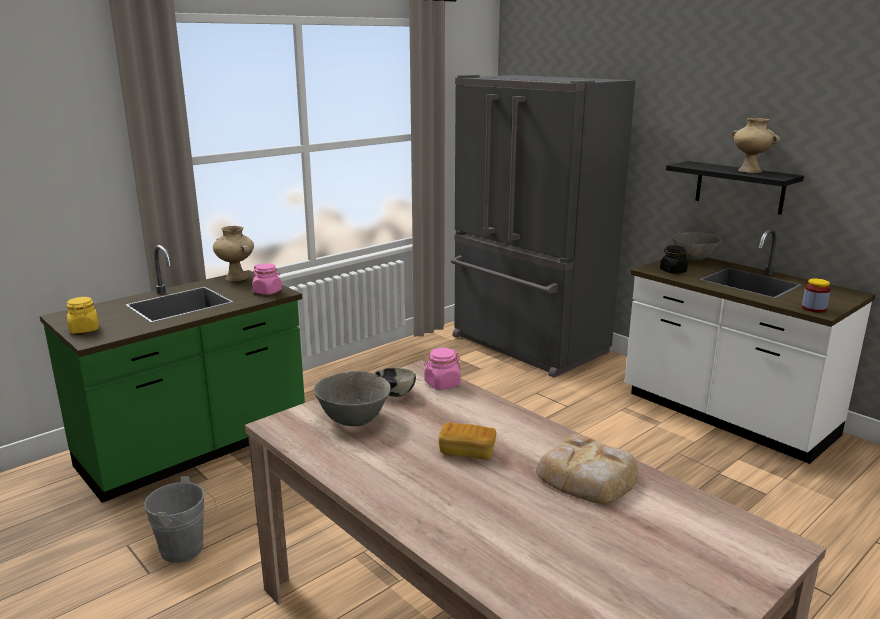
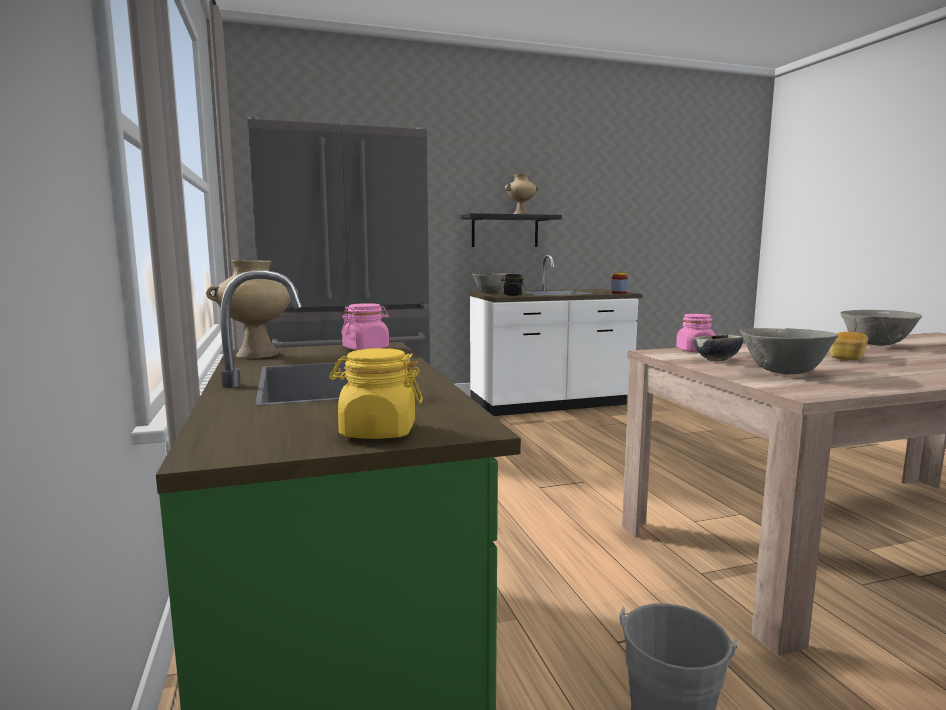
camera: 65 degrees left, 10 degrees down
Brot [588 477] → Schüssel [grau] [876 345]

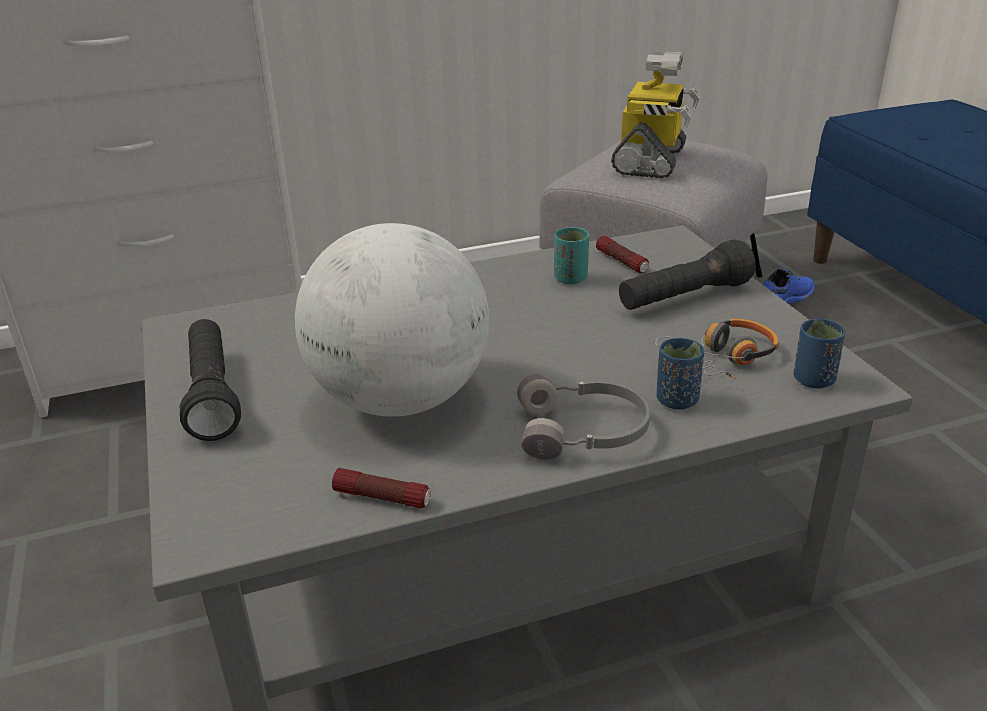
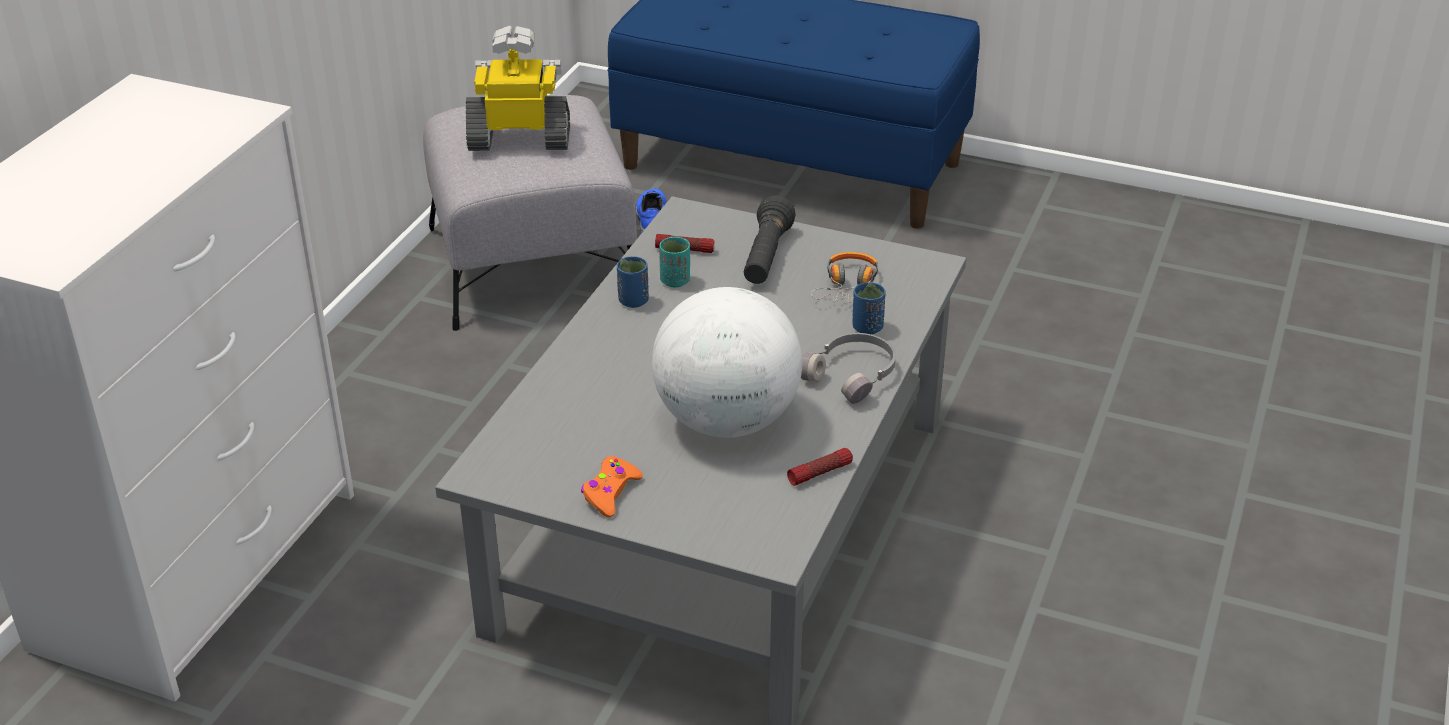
camera: 50 degrees left, 5 degrees up
Spielzeugroboter [651 161] → Spielzeugroboter [520 139], 60 degrees counterclockwise
Taschenlampe [schwarz] [212 395] → Gamepad [orange] [610 493]
Tasse [blau] [813 380] → Tasse [blau] [633 301], shifted

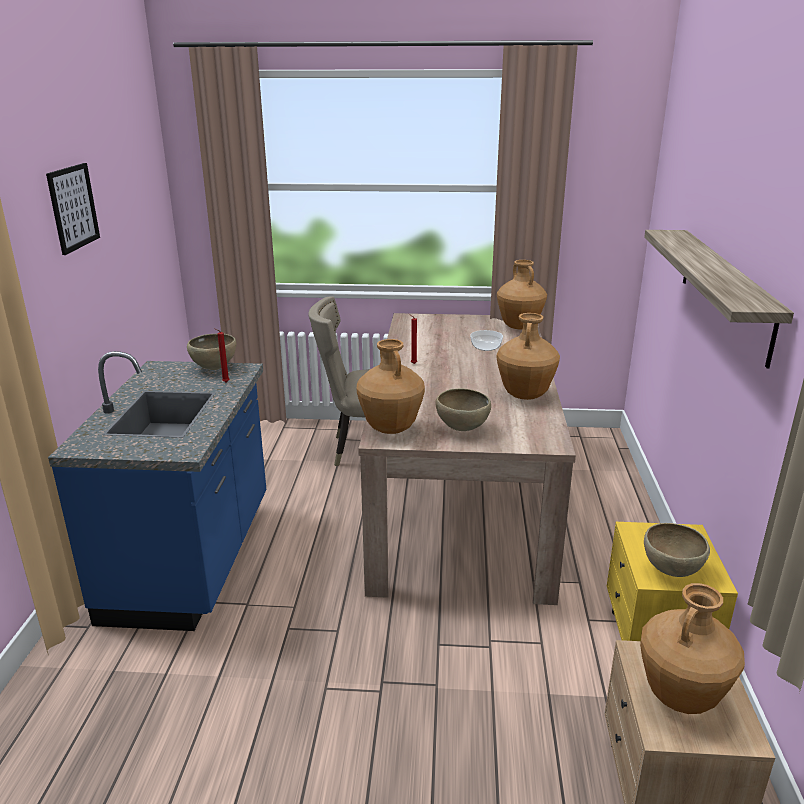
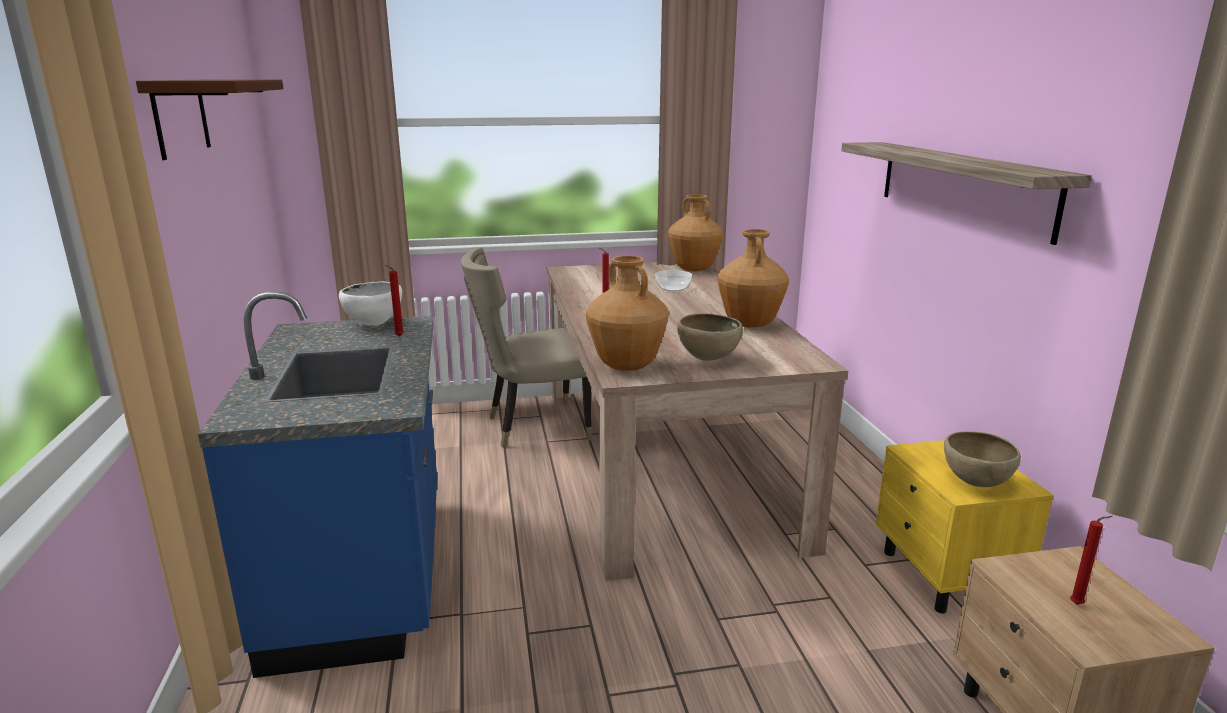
camera: 15 degrees left, 5 degrees down
Bild [73 207] → Wandregal [braun] [180 117]
Schüssel [braun] [214 368] → Schüssel [weiß] [374 324]
Vase [braun] [680 697] → Kerze [rot] [1079 605]

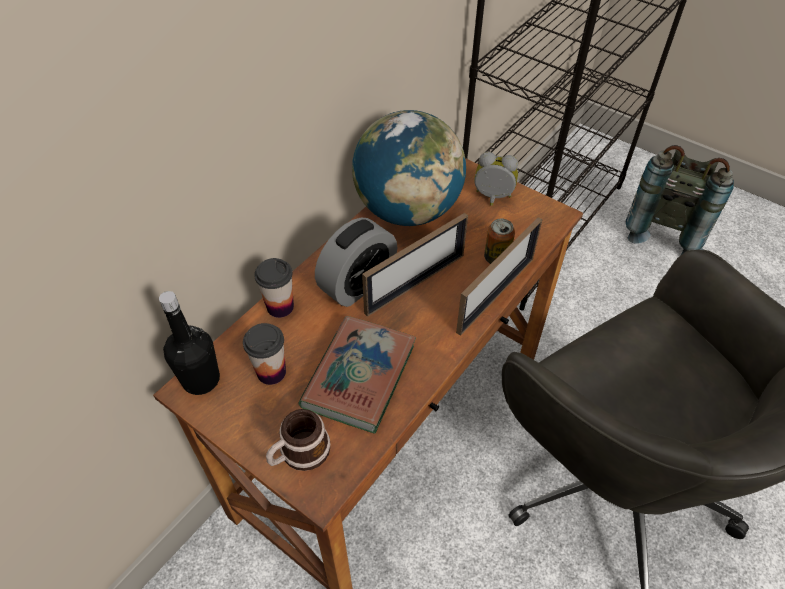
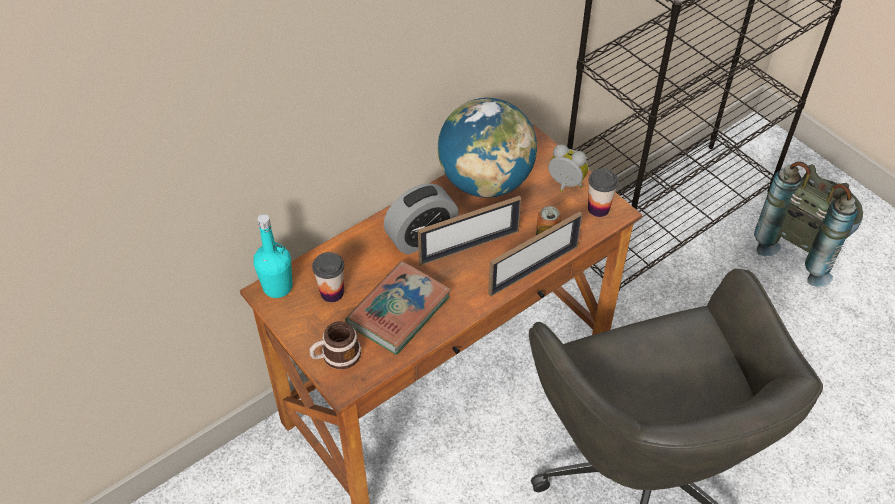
camera: 15 degrees right, 0 degrees up
Flasche [schwarz] [201 380] → Flasche [türkis] [277 287]
Tasse [280 307] → Tasse [598 208], shifted

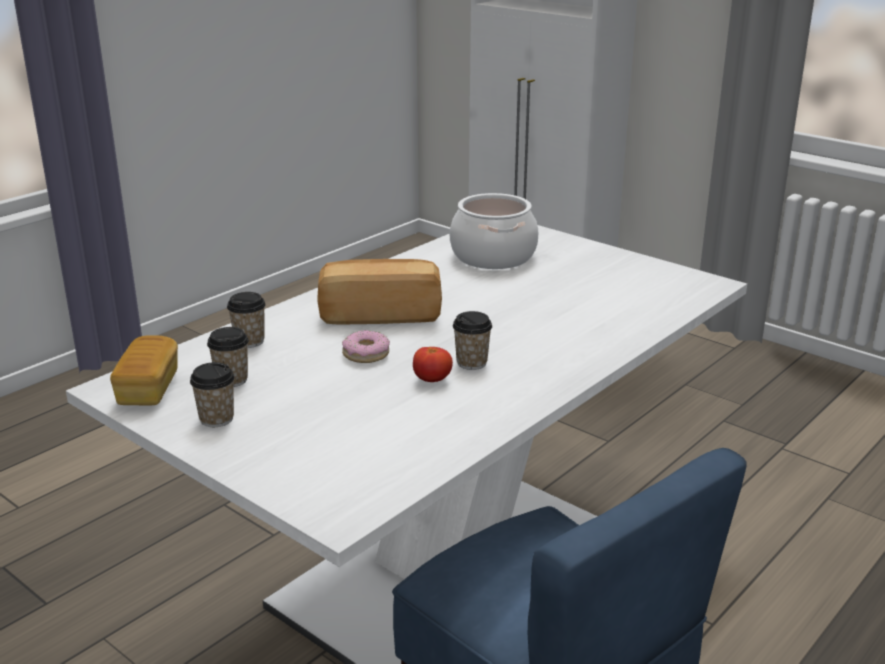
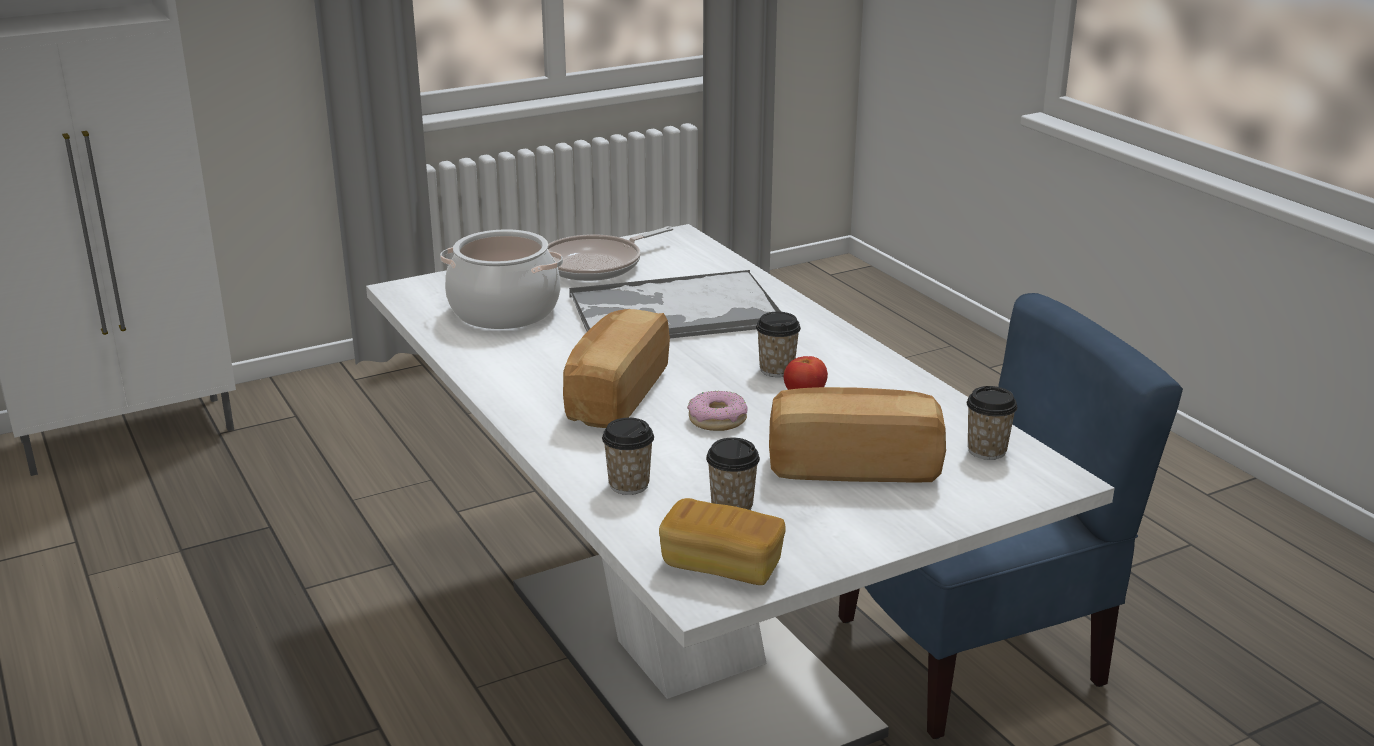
camera: 70 degrees left, 0 degrees up
- → Pfanne [597 264]
- → Tablett [673 312]
- → Brot [853 465]
Tasse [216 419] → Tasse [987 450], shifted

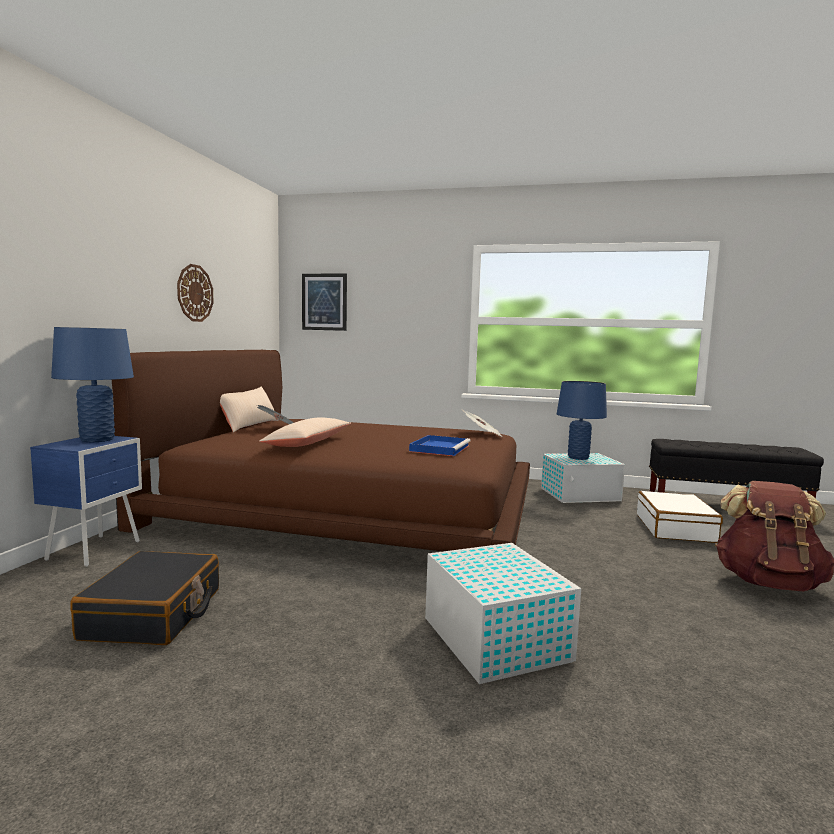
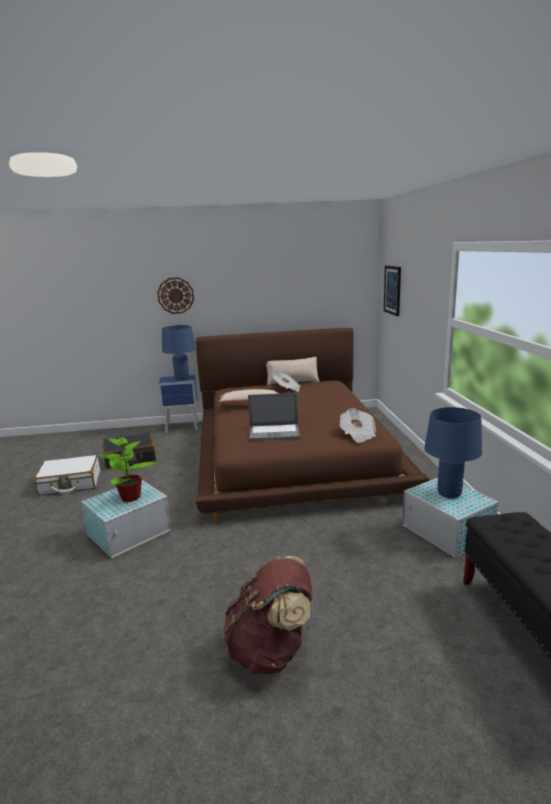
camera: 70 degrees right, 10 degrees up
Koffer [weiß] [675 528] → Koffer [weiß] [70 483], shifted
- → Topfpflanze [131 497]
Wanduhr [195 293] → Wanduhr [175 295], shifted
Tablett [blau] [440 448] → Laptop [274 432]

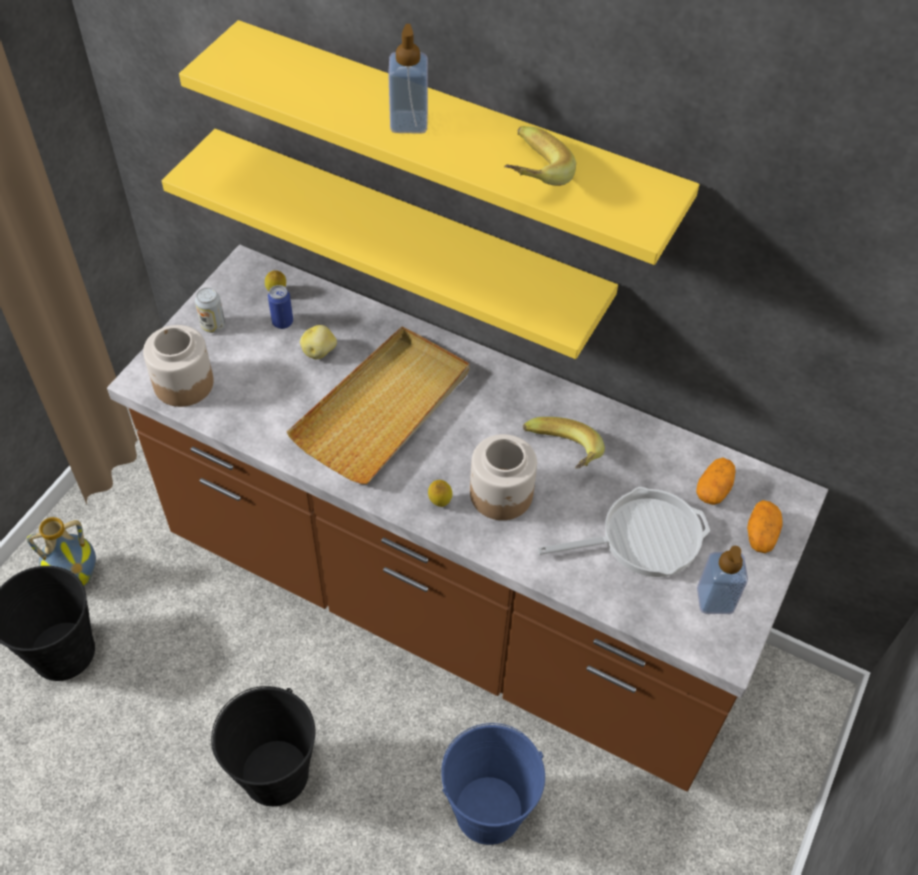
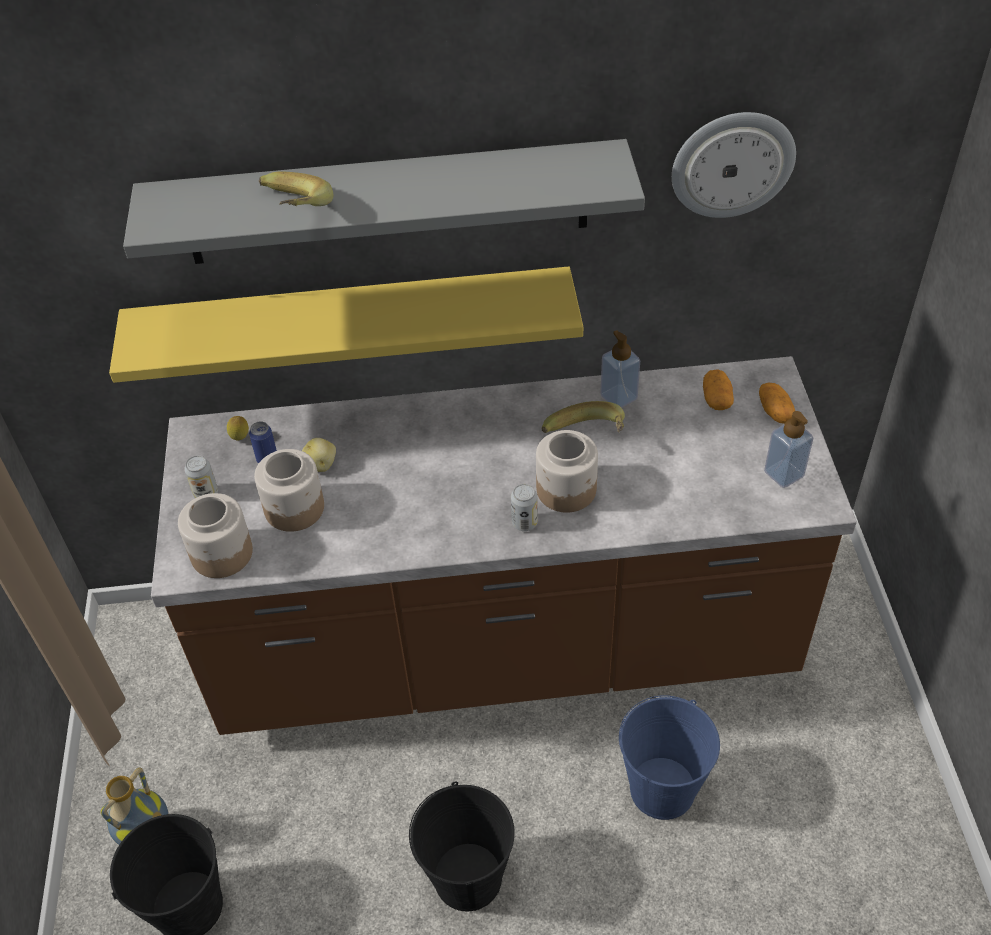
camera: 30 degrees left, 5 degrees down
Wandregal [gelb] [454 140] → Wandregal [grau] [387 203]
- → Vorratsglas [294 509]
Banane [527 176] → Banane [291 213], shifted
Zitrone [440 502] → Dose [524 523]
Seifenspender [409 123] → Seifenspender [618 397], shifted
- → Wanduhr [732 164]
Tablett [beige] [384 408] → -
Pfanne [643 538] → -

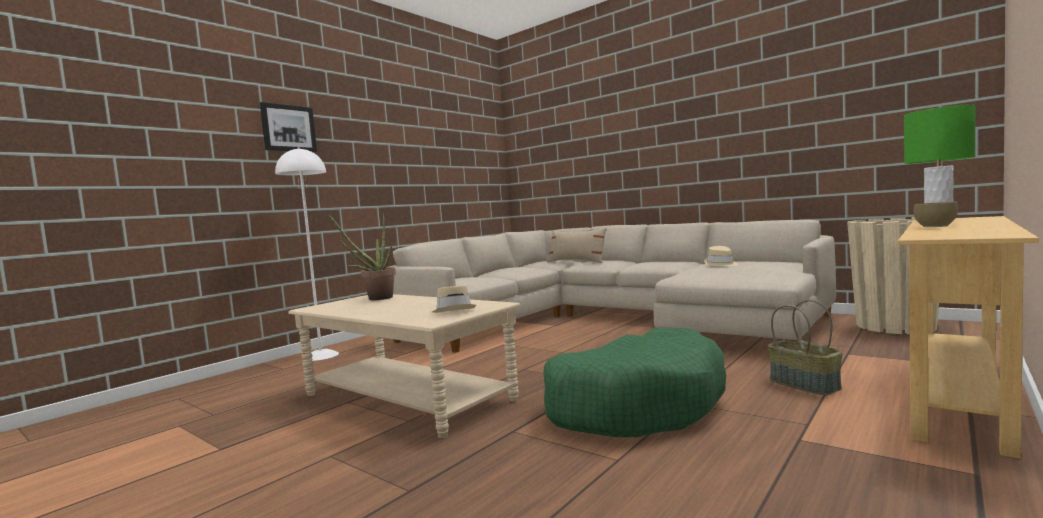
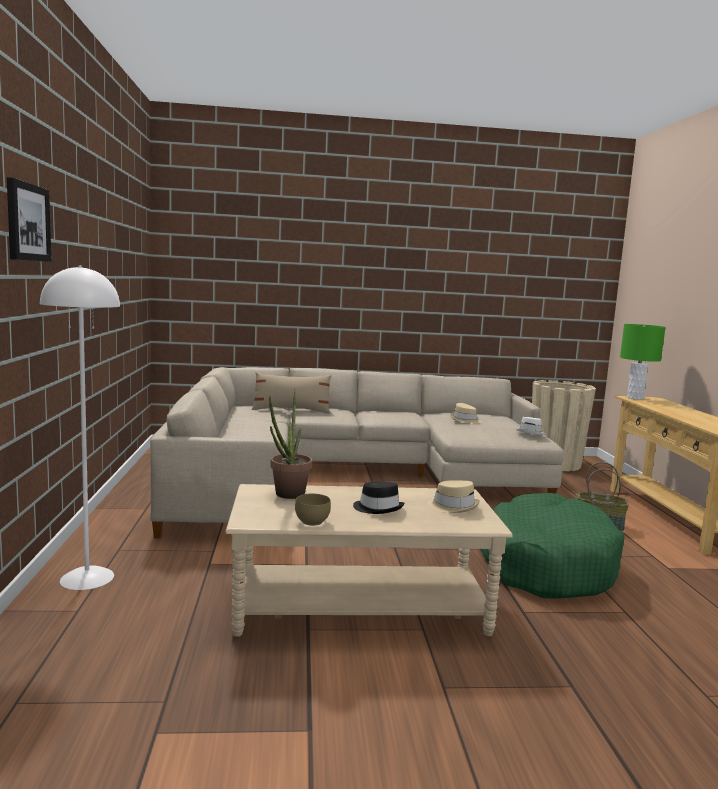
camera: 45 degrees left, 5 degrees up
Schüssel [braun] [936 226] → Schüssel [braun] [312 521], shifted
- → Hut [schwarz] [378 508]
- → Hut [weiß] [531 432]

